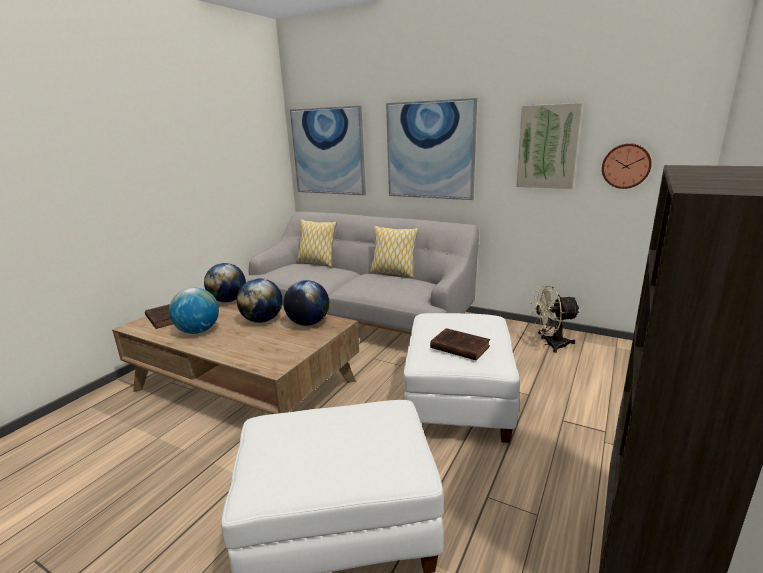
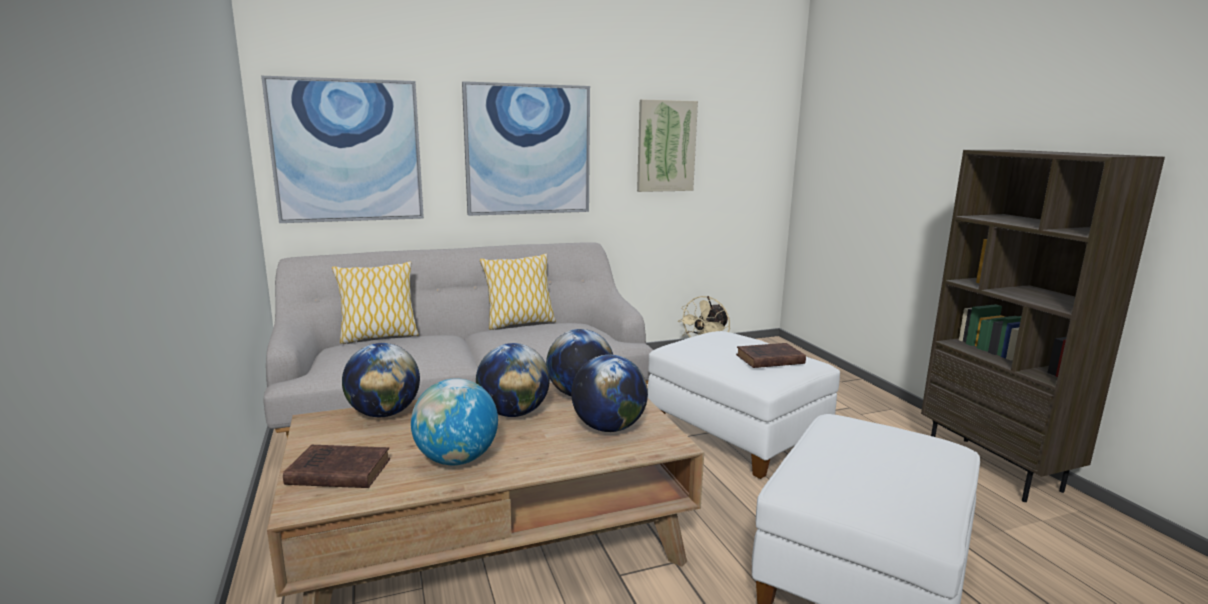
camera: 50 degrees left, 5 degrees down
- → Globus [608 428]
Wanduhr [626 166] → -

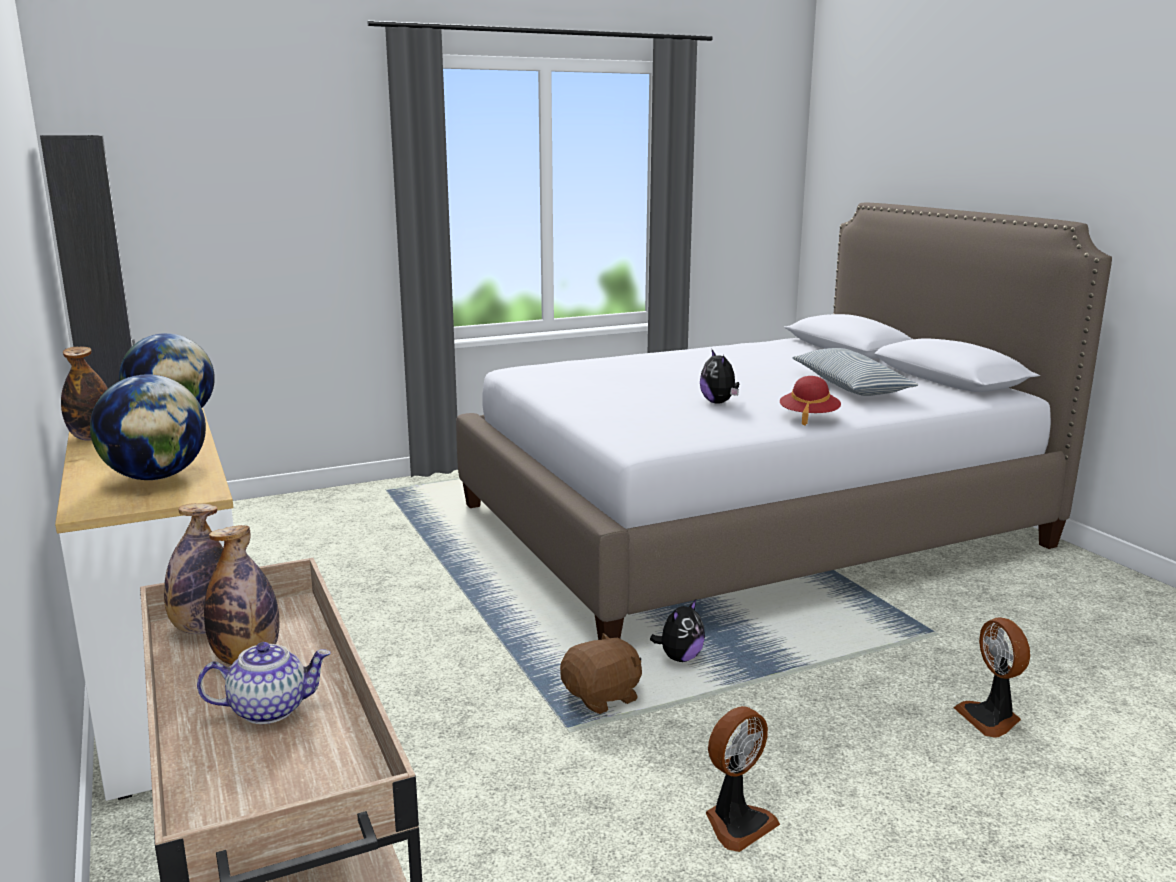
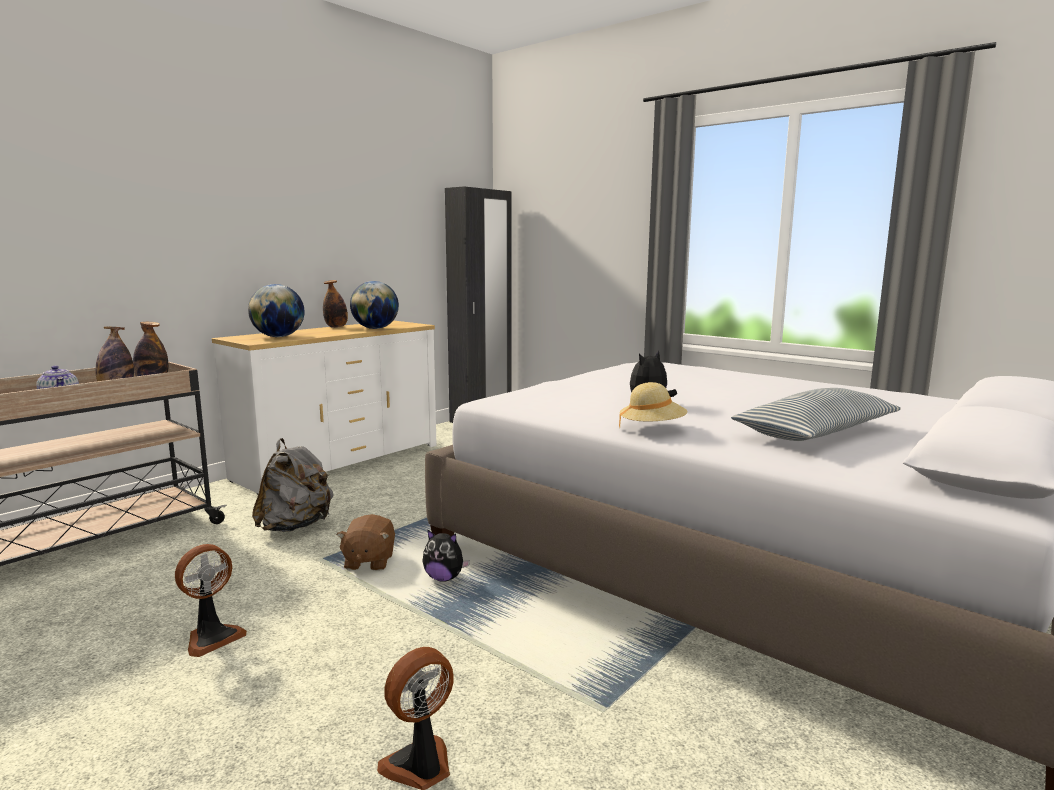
camera: 65 degrees right, 5 degrees down
Ventilator [737 822] → Ventilator [212 637], 75 degrees counterclockwise
- → Rucksack [grau] [295 526]
Plüschtier [braun] [602 697] → Plüschtier [braun] [368 562], 60 degrees clockwise
Hut [rot] [808 417] → Hut [beige] [652 428]

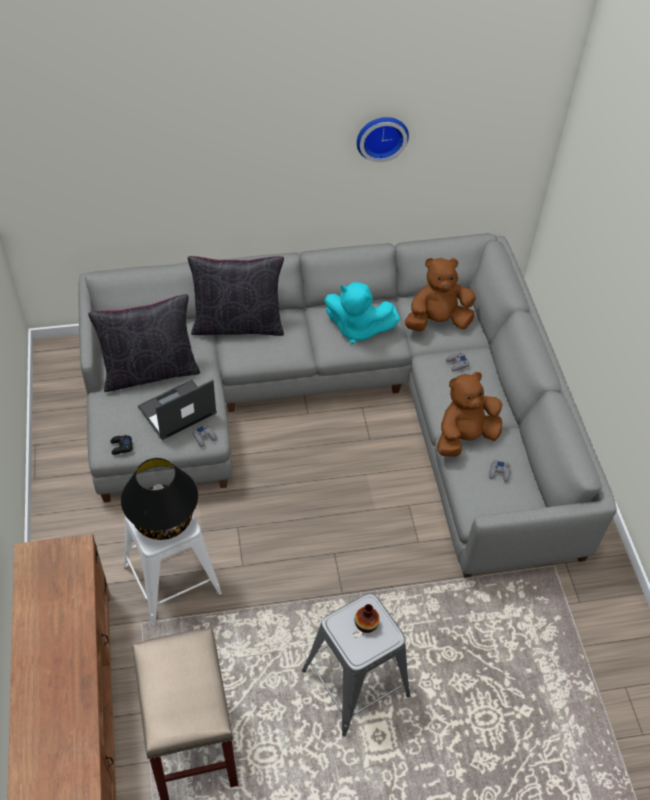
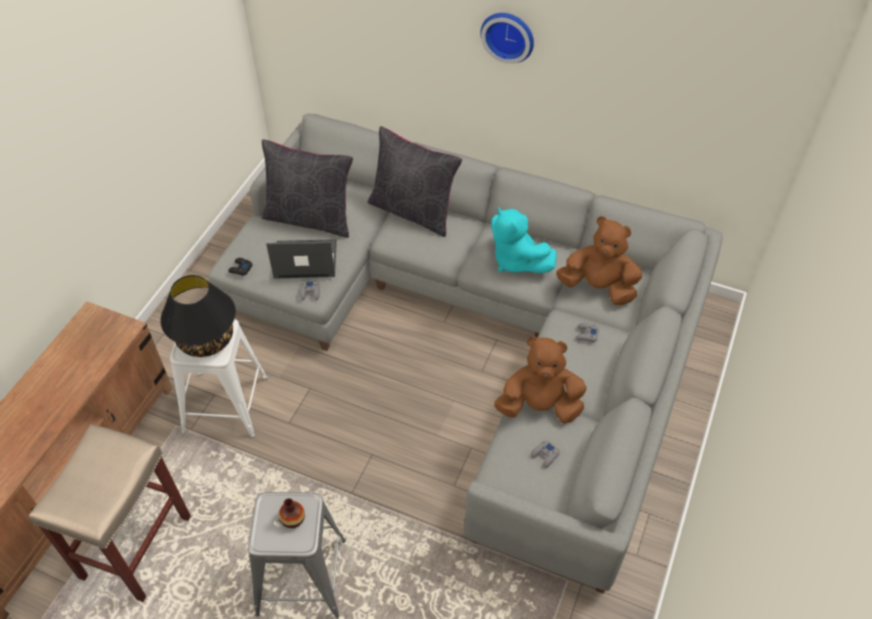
camera: 35 degrees right, 0 degrees up
Wanduhr [381 136] → Wanduhr [508 35], shifted

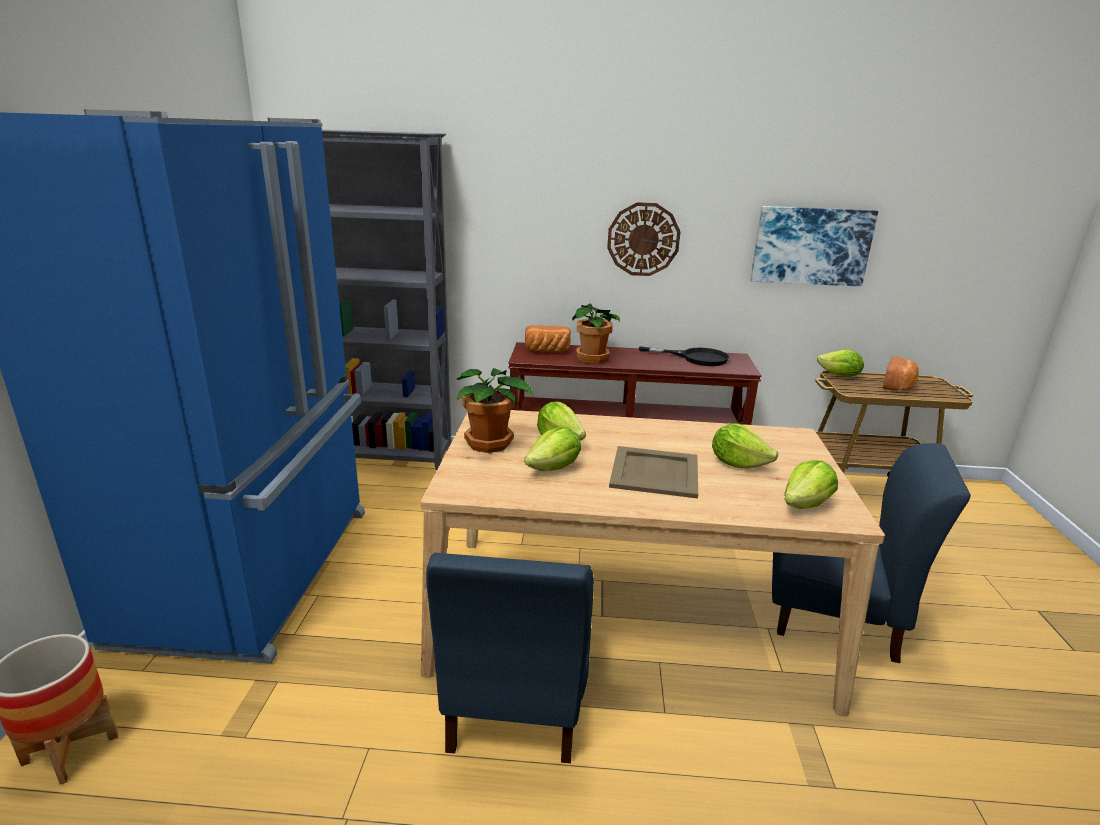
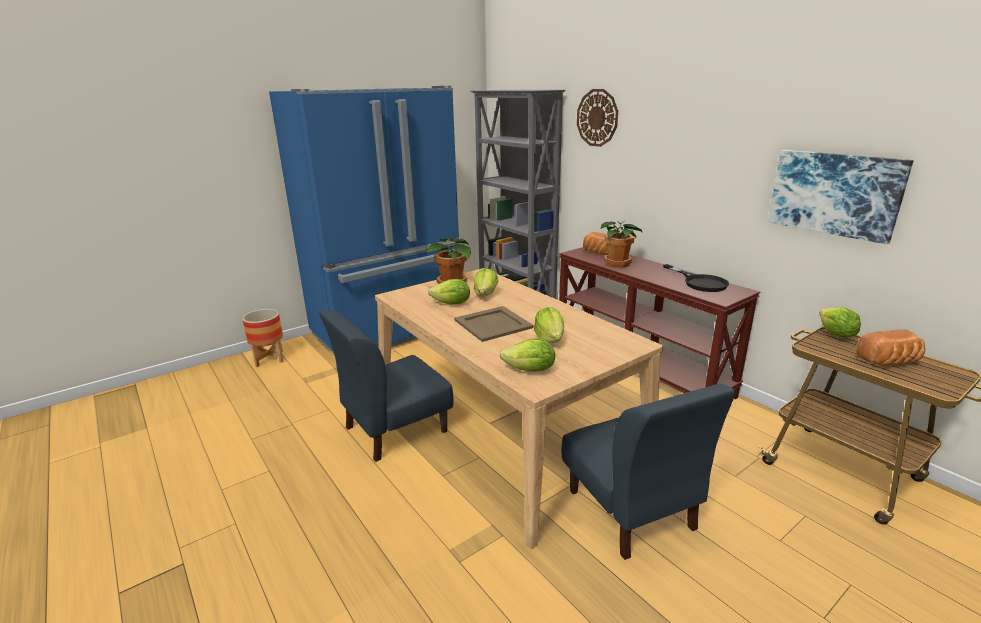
camera: 50 degrees right, 0 degrees up
Wanduhr [643 239] → Wanduhr [597 118], shifted

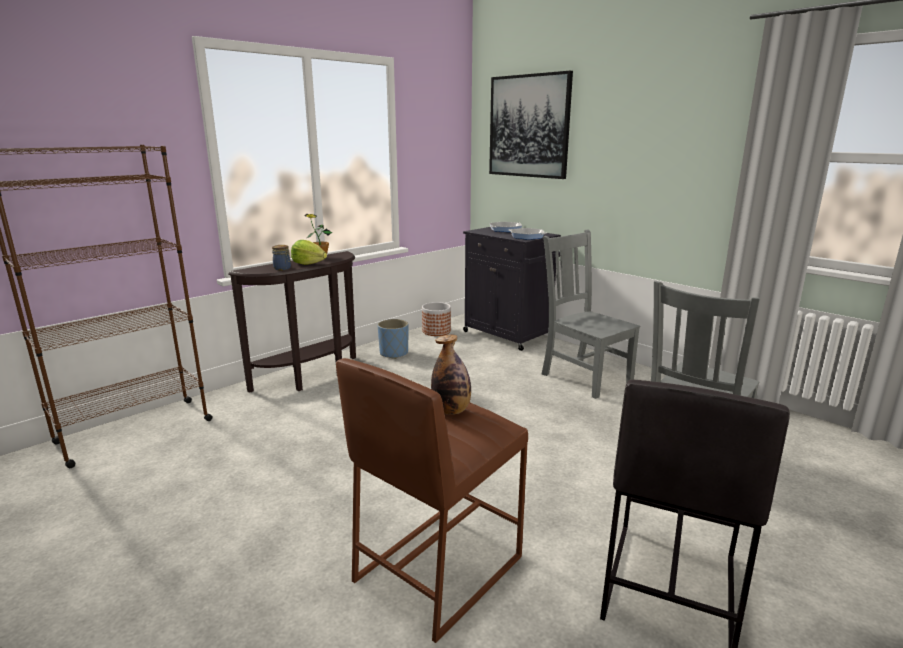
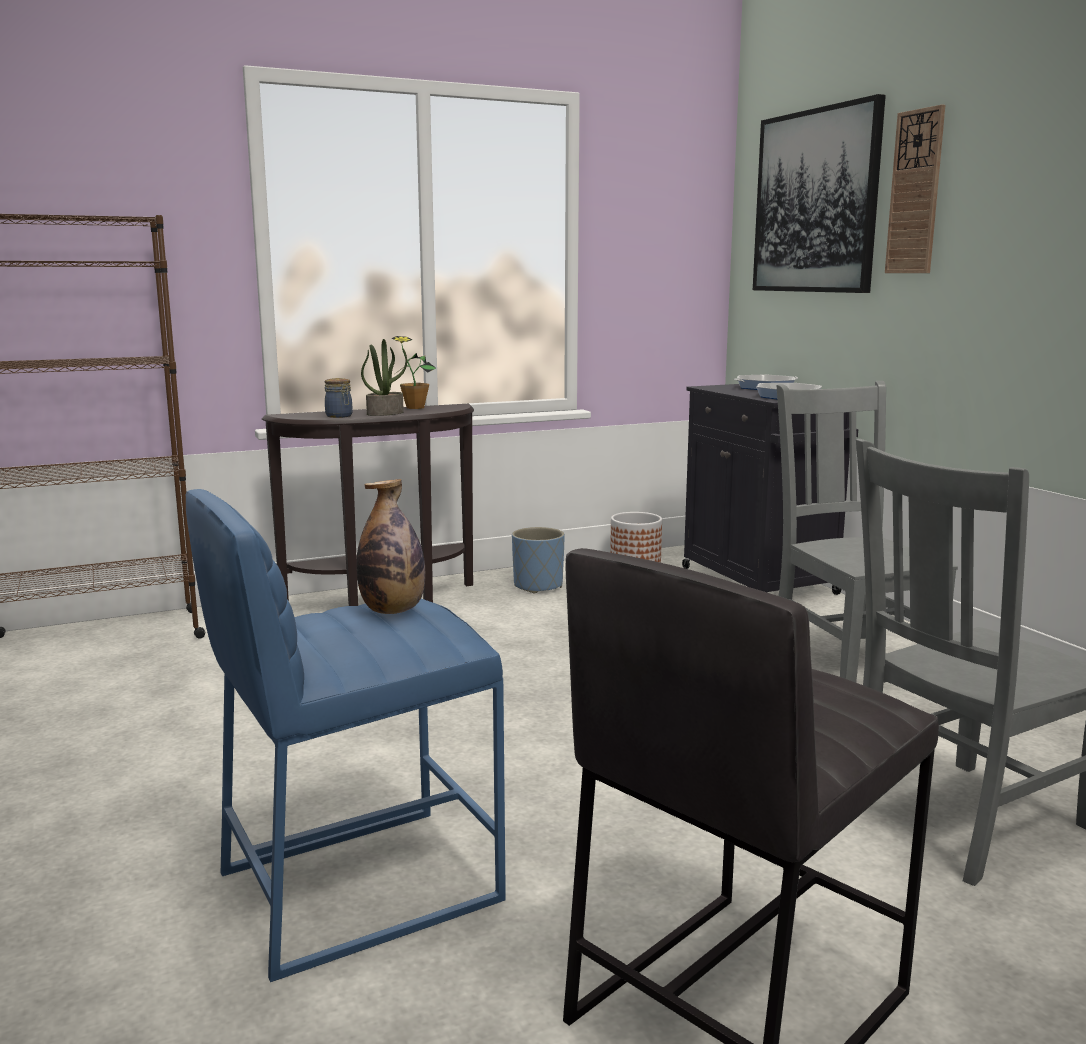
camera: 20 degrees right, 5 degrees down
Hocker [braun] [436 568] → Hocker [blau] [356 885]
Salatkopf [308 264] → Topfpflanze [385 413]
- → Wanduhr [915 192]

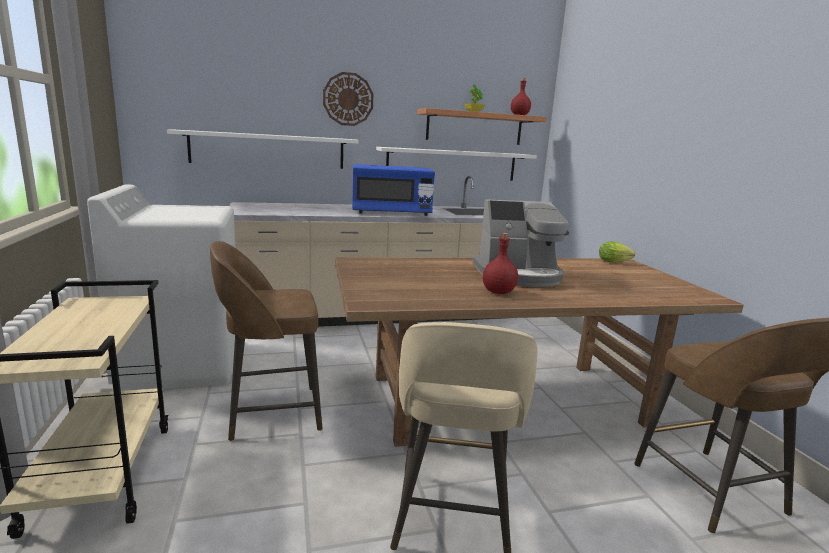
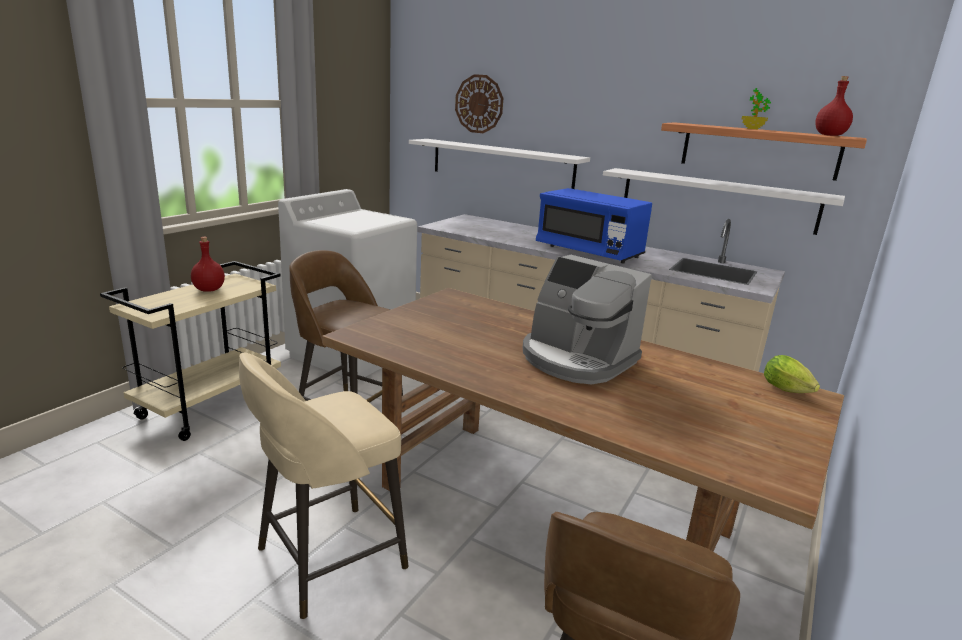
camera: 45 degrees right, 5 degrees up
Flasche [rot] [498 292] → Flasche [rot] [209 289], shifted
Wanduhr [348 99] → Wanduhr [479 104], shifted

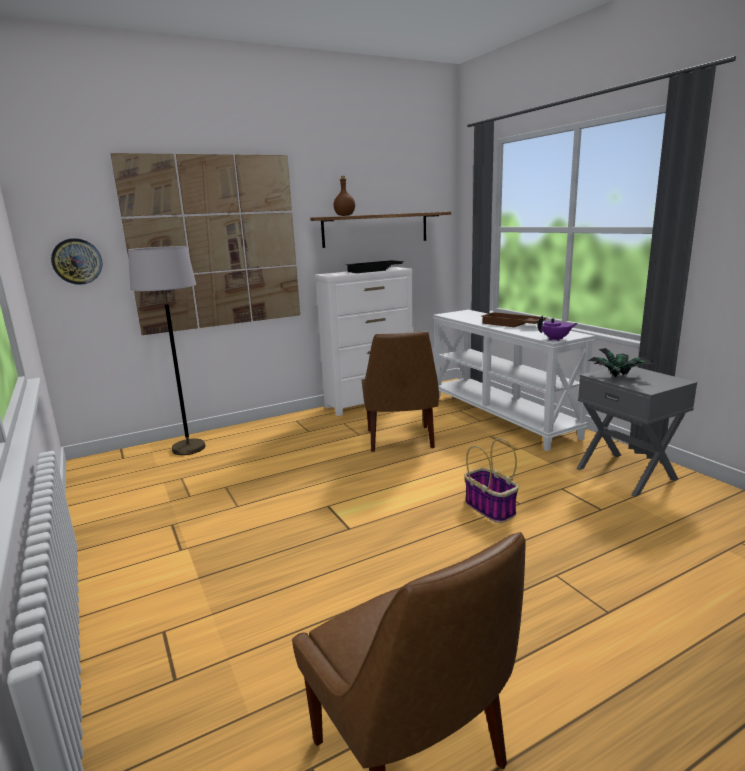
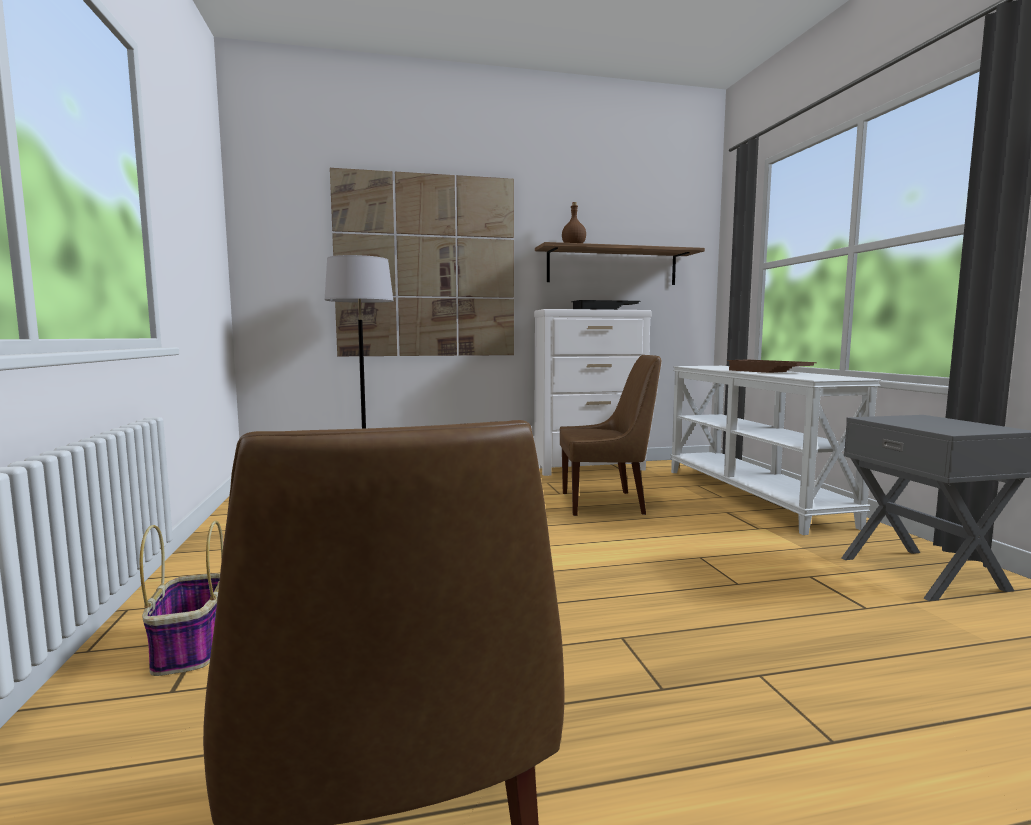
camera: 15 degrees right, 10 degrees down
Korb [491 509] → Korb [191 648], shifted
Stuhl [braun] [400 440] → Stuhl [braun] [606 503], 105 degrees counterclockwise
Wanduhr [77 261] → -
Teekanne [lila] [556 339] → -
Topfpflanze [619 376] → -

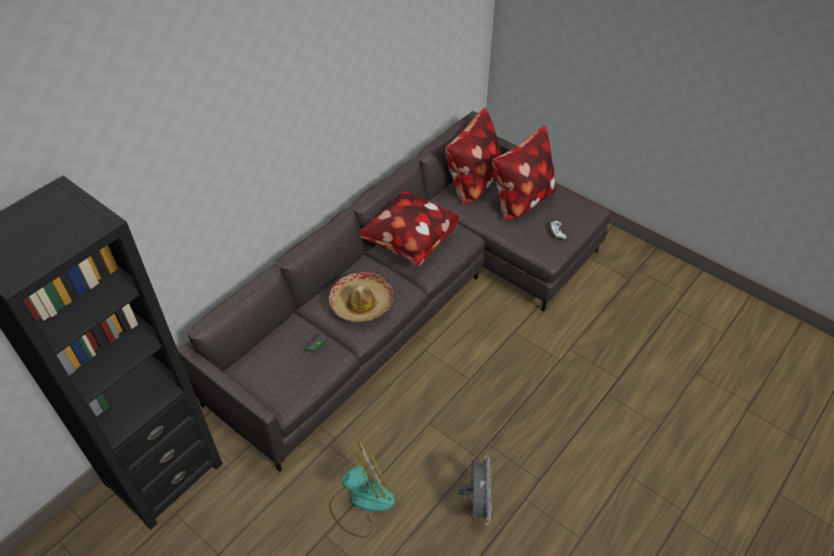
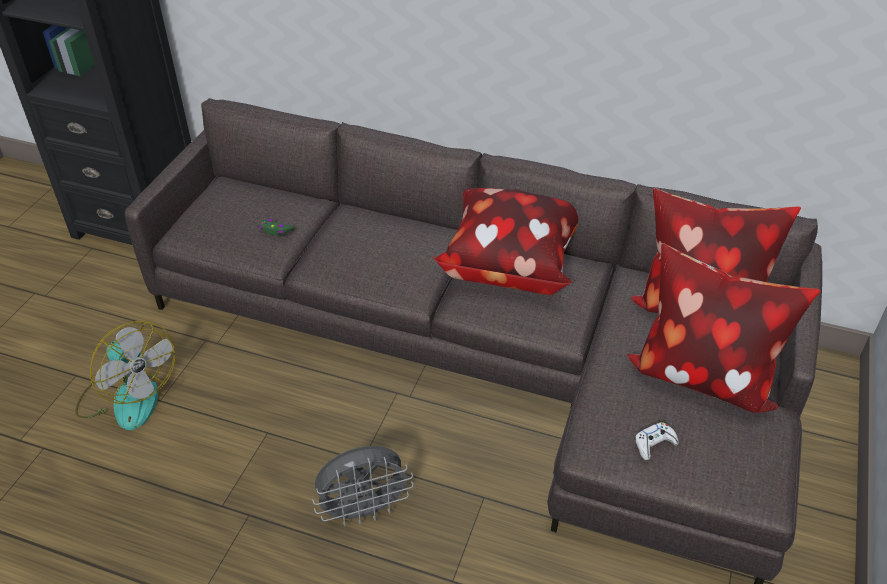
camera: 70 degrees right, 5 degrees down
Ventilator [grau] [476 504] → Ventilator [grau] [364 510], shifted
Hut [361 303] → -

